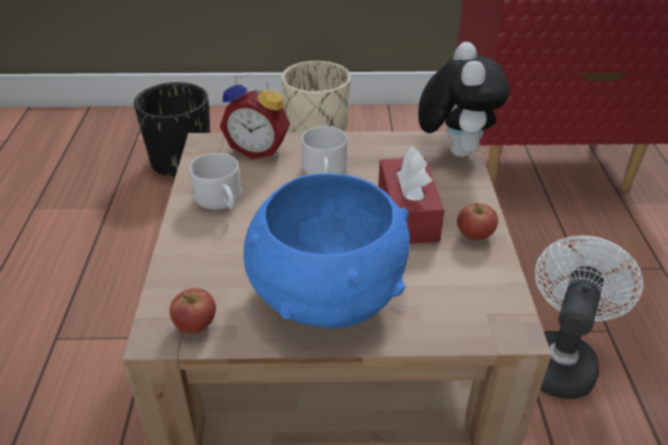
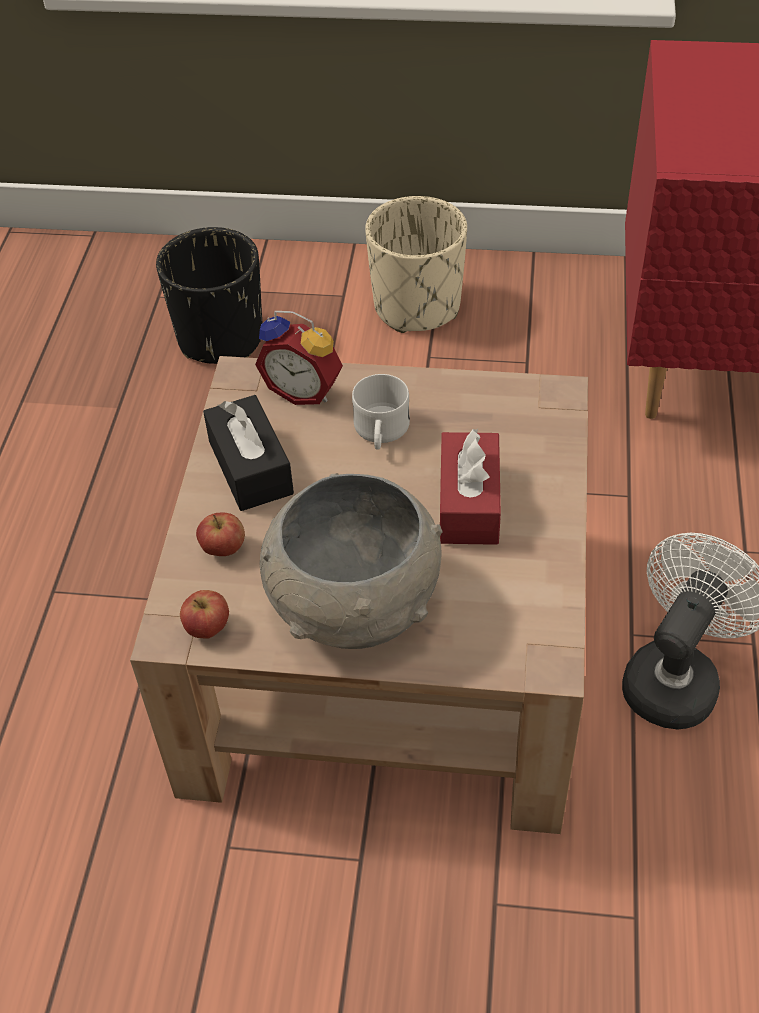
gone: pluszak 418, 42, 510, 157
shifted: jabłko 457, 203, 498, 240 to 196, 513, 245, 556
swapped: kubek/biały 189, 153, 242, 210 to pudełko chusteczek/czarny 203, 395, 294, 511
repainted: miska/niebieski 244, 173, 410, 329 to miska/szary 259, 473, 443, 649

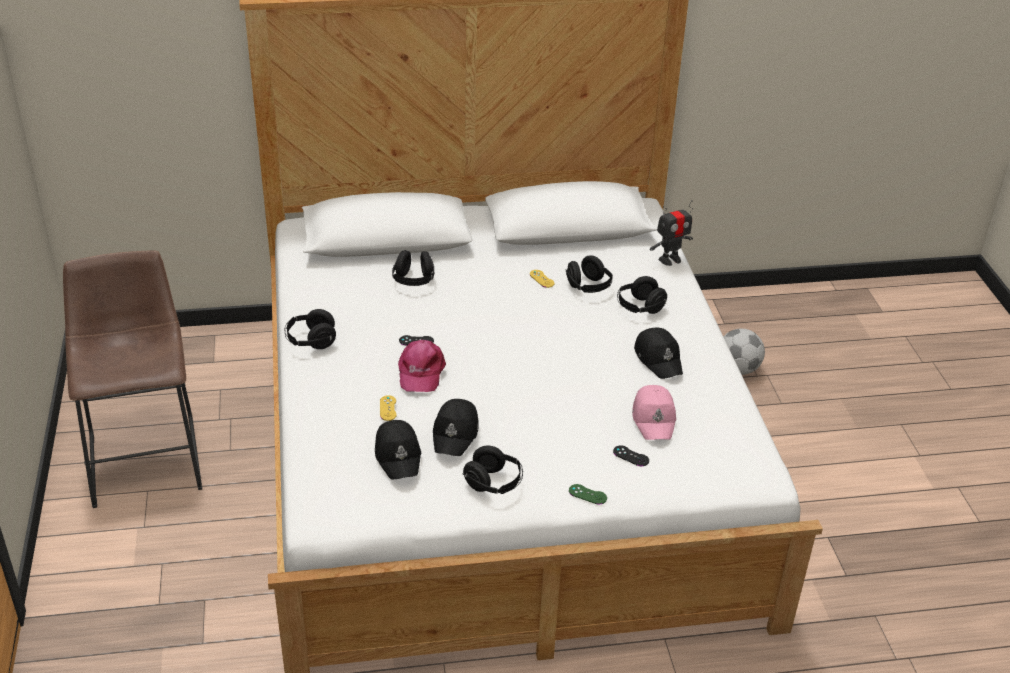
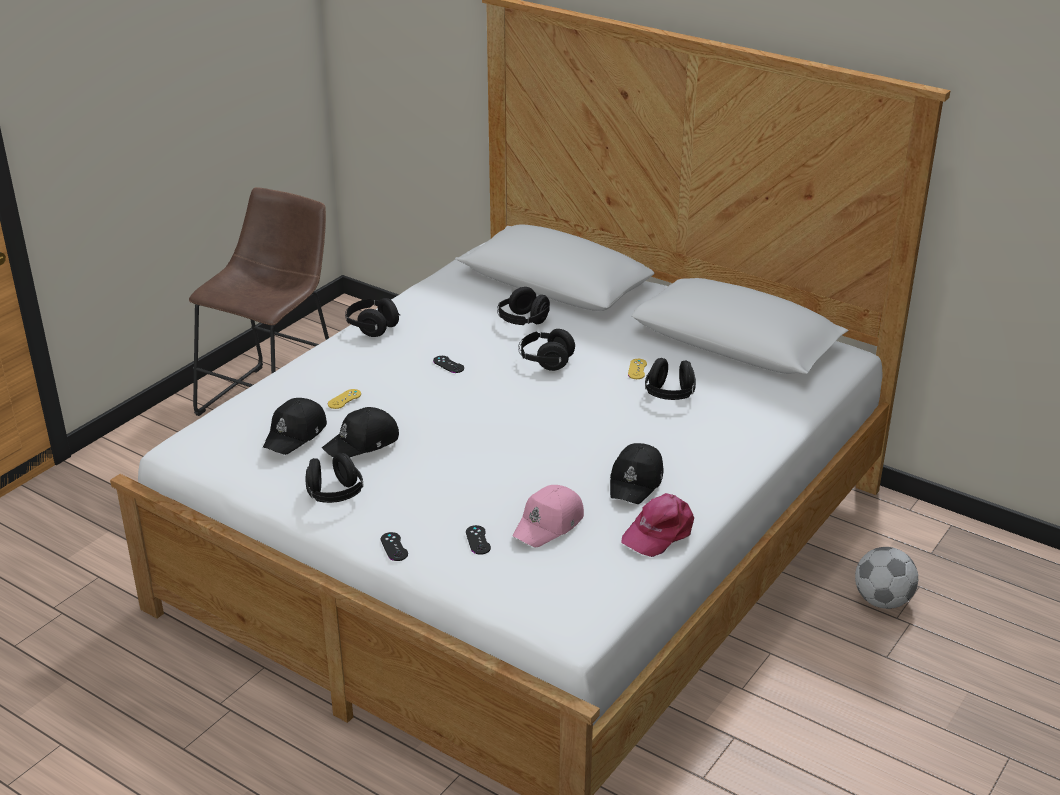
gone: robot zabawkowy 650, 200, 693, 266
shifted: czapka z daszkiem/różowy 398, 340, 446, 392 to 621, 493, 694, 557; słuchawki/czarny 617, 276, 667, 314 to 519, 329, 575, 371
repainted: pad do gier/zielony 569, 484, 607, 504 to pad do gier/czarny 381, 532, 408, 561

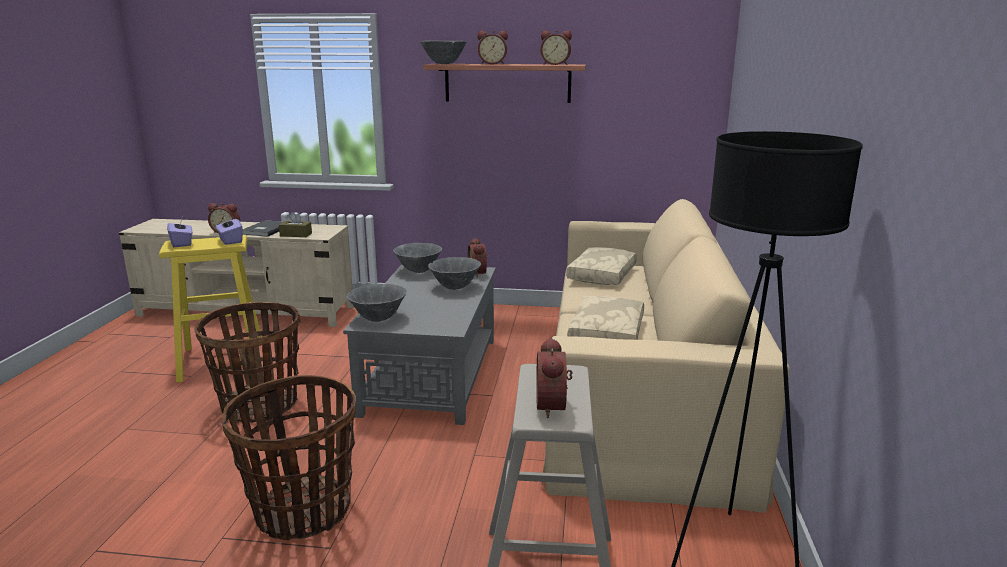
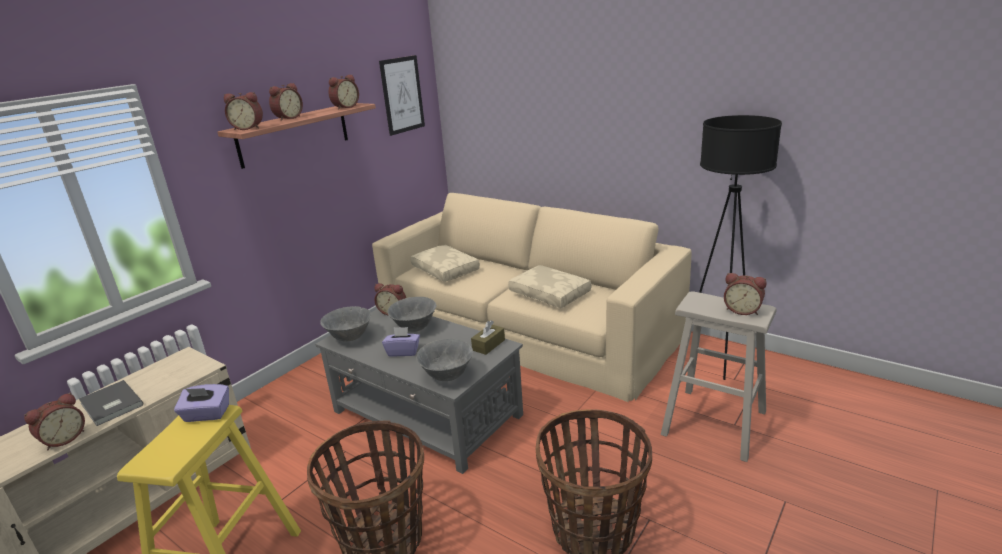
new: obraz 379, 55, 425, 136
shifted: pudełko chusteczek/fioletowy 167, 219, 193, 247 to 382, 327, 420, 357; pudełko chusteczek/brązowy 279, 212, 312, 237 to 471, 320, 505, 355
swapped: miska/szary 420, 40, 467, 64 to budzik 224, 92, 263, 130

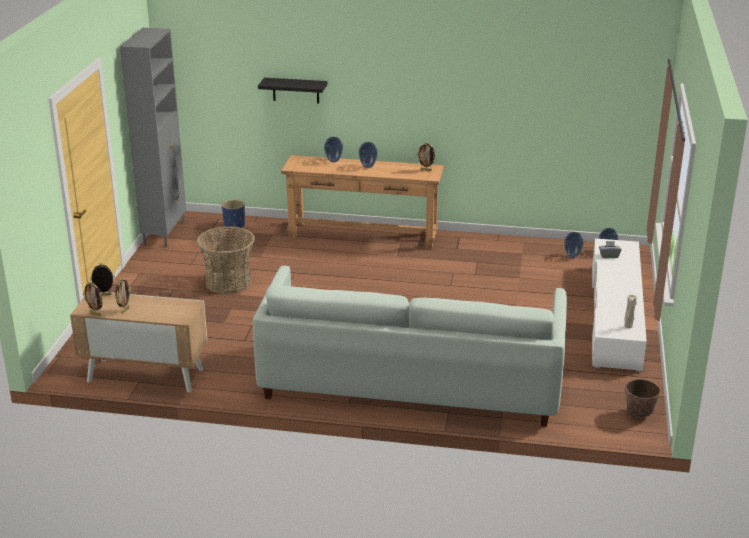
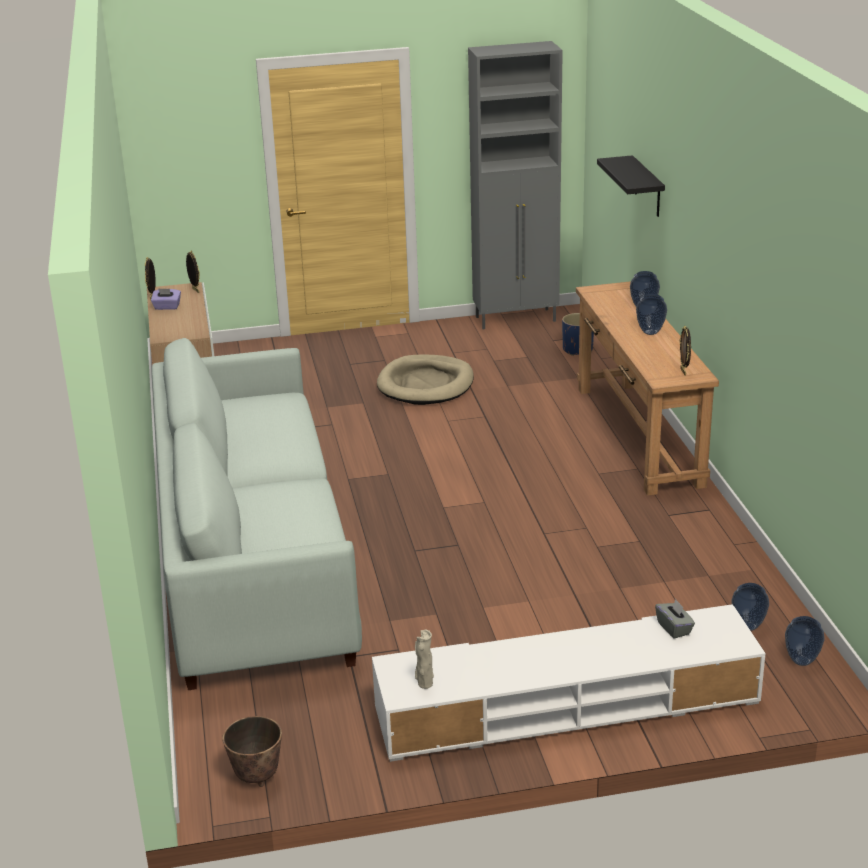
swapped: ramka na zdjęcie 115, 278, 131, 314 to pudełko chusteczek/fioletowy 151, 288, 181, 310; koszyk 196, 226, 255, 294 to legowisko/beżowy 377, 355, 474, 405

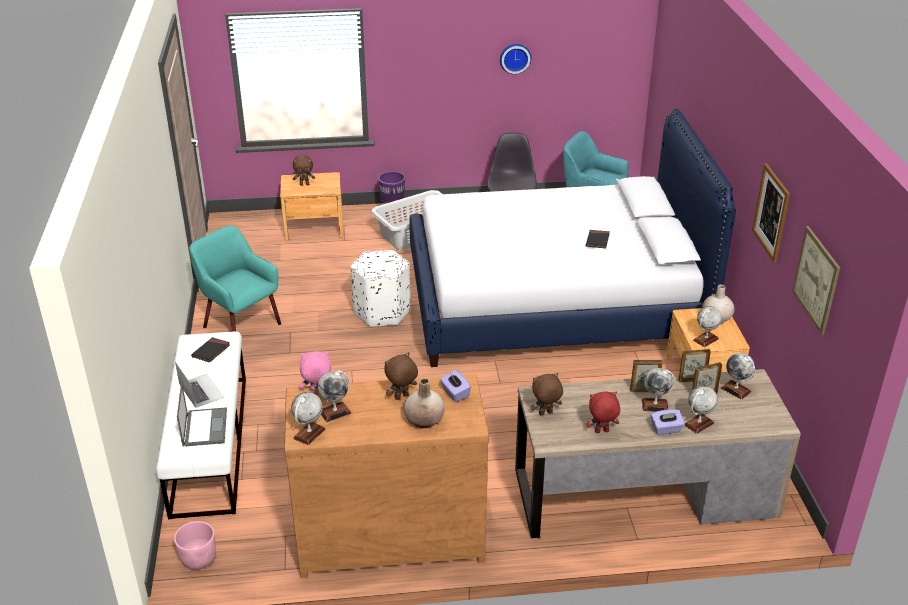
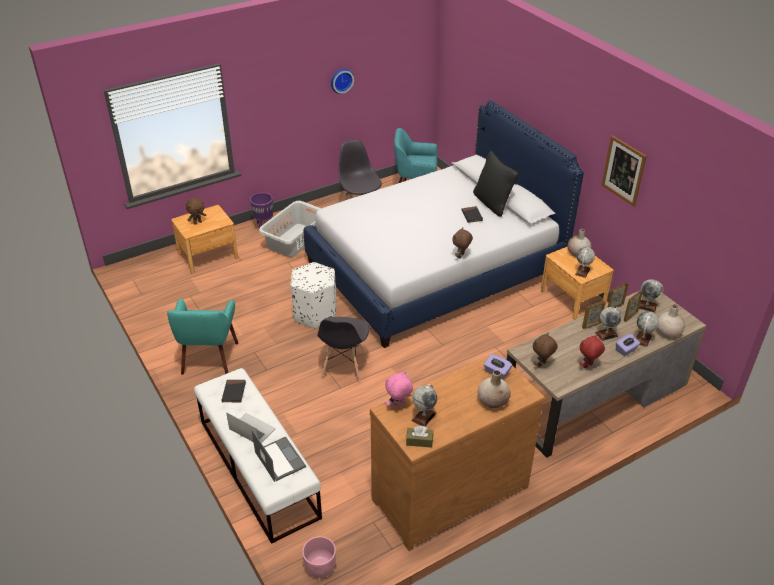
gone: obraz 792, 226, 840, 335
new: krzesło/szary 317, 317, 370, 383; poduszka/czarny 473, 151, 519, 217; wazon/beżowy 657, 304, 685, 338
shifted: pluszak/brązowy 384, 352, 418, 400 to 452, 228, 473, 259
swapped: globus 291, 392, 325, 445 to pudełko chusteczek/brązowy 406, 426, 433, 448
rotated: fotel/turkusowy 189, 226, 281, 332 = 167, 299, 239, 375 105 degrees counterclockwise

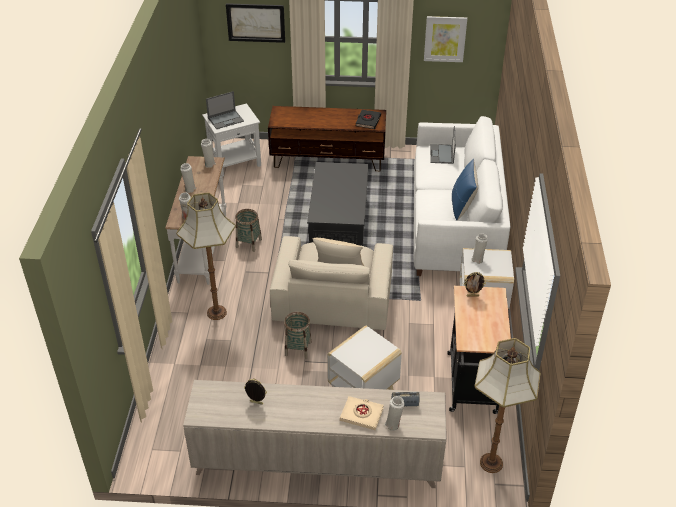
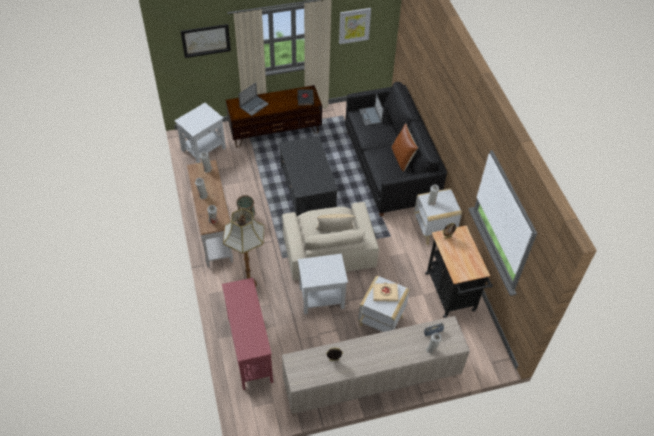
gone: lampa stojąca 474, 338, 541, 473
new: stolik konsolowy/czerwony 222, 278, 273, 390
shifted: laptop 206, 91, 244, 129 to 238, 83, 269, 116; książka/beżowy 340, 396, 384, 430 to 373, 282, 399, 302
swapped: koszyk 284, 312, 312, 359 to stolik/biały 298, 254, 348, 314
repainted: kanapa/biały 413, 116, 510, 276 to kanapa/czarny 345, 82, 447, 217; poduszka/niebieski 452, 158, 478, 220 to poduszka/brązowy 392, 123, 418, 172

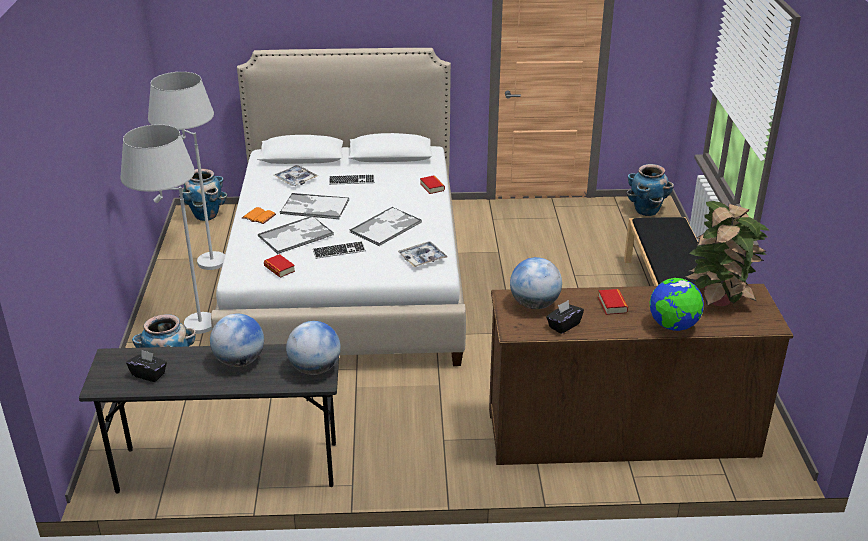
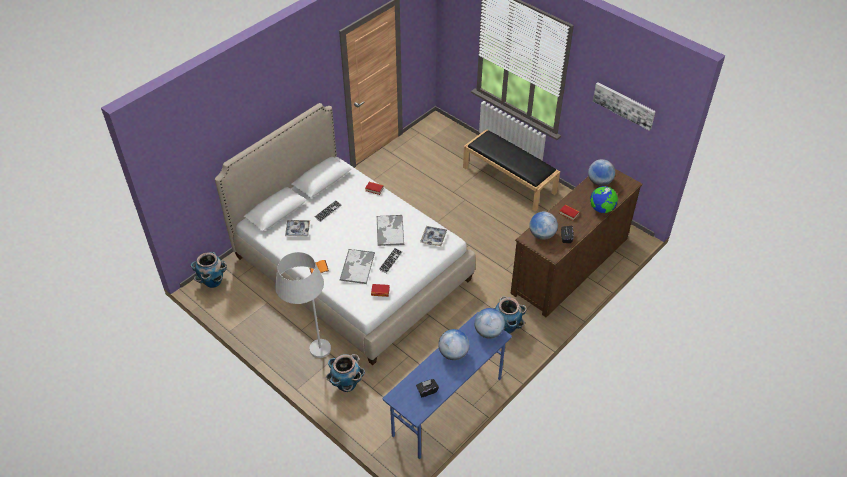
gone: lampa stojąca/biały 148, 72, 225, 270; taca 280, 193, 349, 219
new: obraz 593, 82, 656, 131
shifted: donica 626, 164, 674, 216 to 493, 296, 527, 333
swapped: roślina doniczkowa 685, 201, 770, 306 to globus 588, 159, 615, 186
repainted: biurko/szary 79, 344, 339, 493 to biurko/niebieski 383, 312, 512, 459

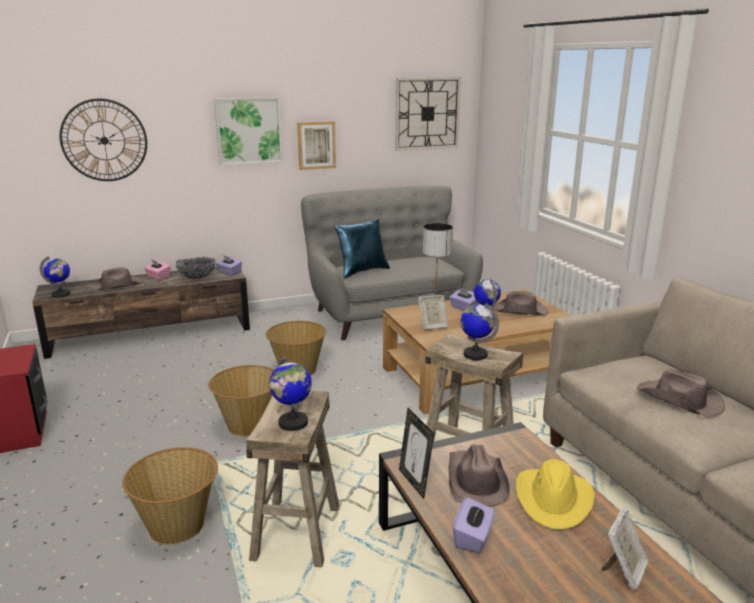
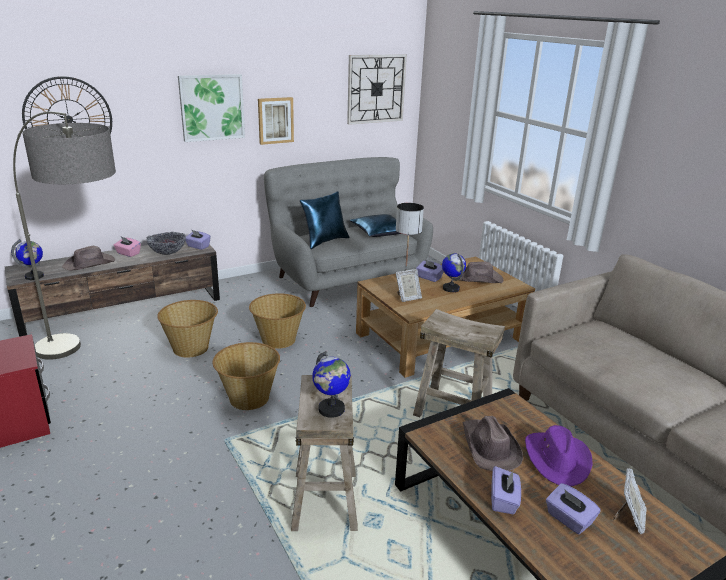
gone: ramka na zdjęcie 399, 408, 434, 499; globus 461, 303, 499, 360; kapelusz/brązowy 637, 369, 725, 418
new: lampa stojąca 13, 111, 116, 360; poduszka/niebieski 350, 214, 401, 237; pudełko chusteczek/fioletowy 546, 483, 601, 534
shifted: koszyk 122, 447, 218, 545 to 157, 300, 218, 358
repainted: kapelusz/żółty 516, 459, 595, 530 to kapelusz/fioletowy 525, 425, 592, 486

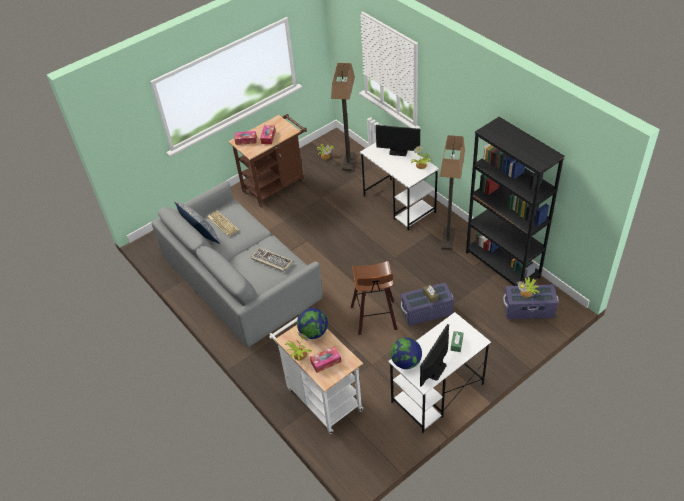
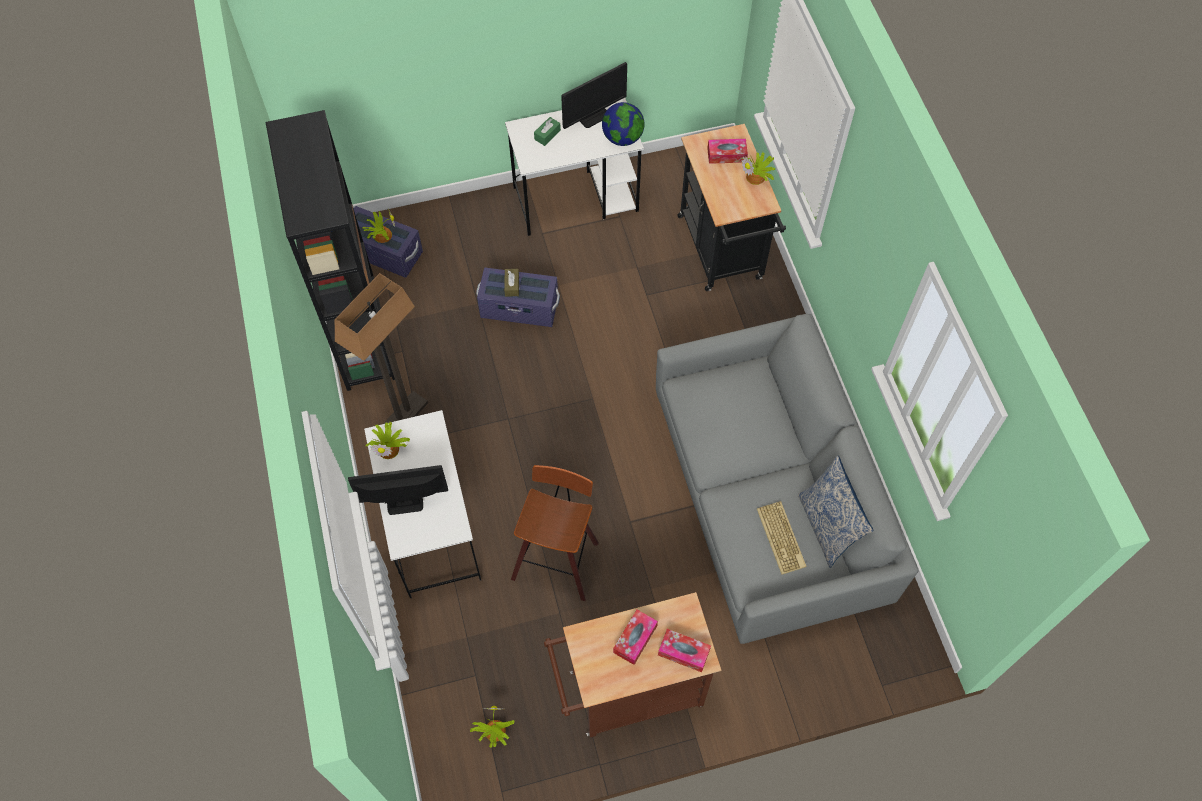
gone: klawiatura 251, 247, 293, 272; globus 297, 308, 328, 339; lampa stojąca 331, 63, 355, 171
shifted: stołek 351, 261, 397, 335 to 511, 465, 599, 601
repainted: wózek/biały 269, 317, 363, 434 to wózek/czarny 677, 124, 786, 291
rotated: monitor 376, 125, 420, 156 = 348, 465, 448, 515 45 degrees counterclockwise

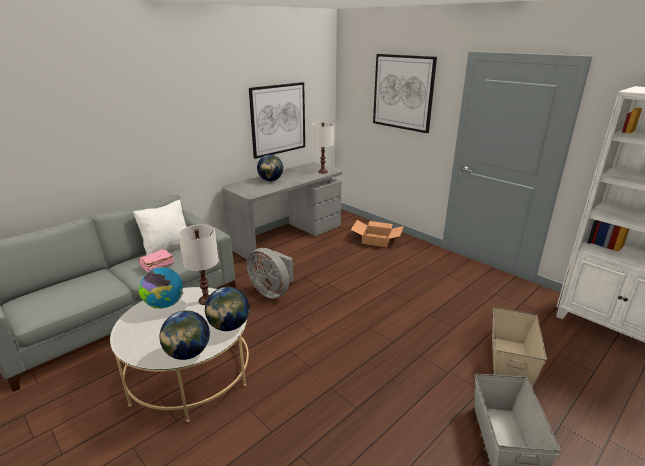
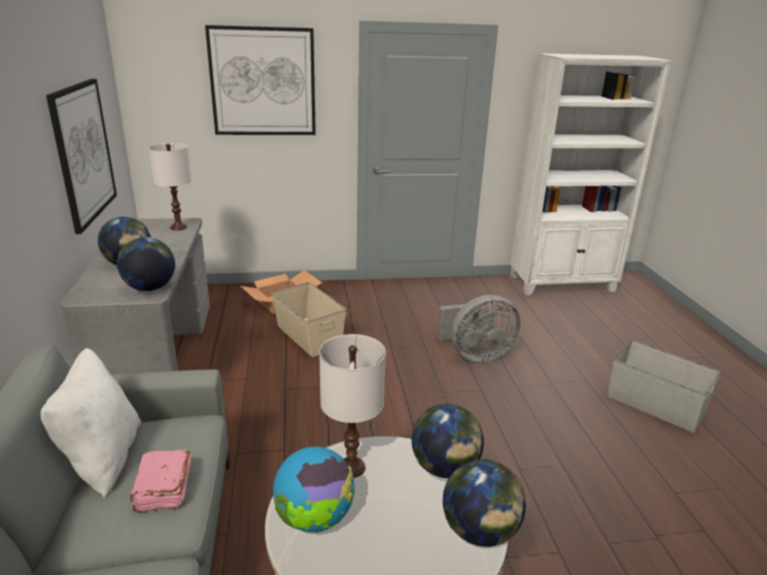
new: globus 117, 237, 175, 291
shifted: wentylator/szary 247, 248, 294, 298 to 437, 295, 521, 362; pojemnik do przechowywania/beżowy 492, 307, 547, 388 to 271, 282, 347, 357

